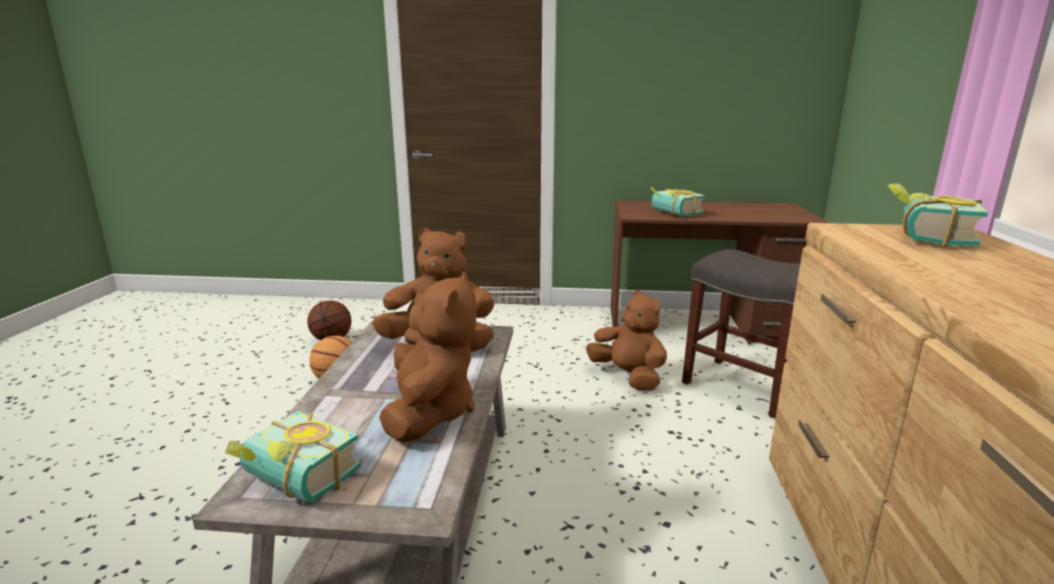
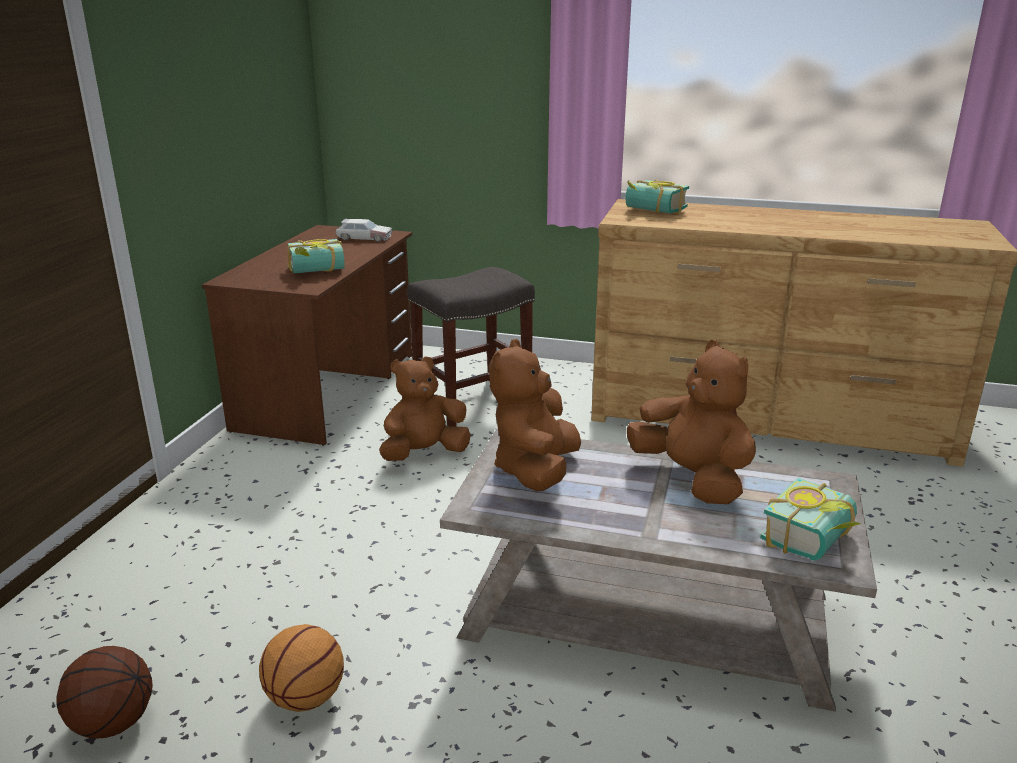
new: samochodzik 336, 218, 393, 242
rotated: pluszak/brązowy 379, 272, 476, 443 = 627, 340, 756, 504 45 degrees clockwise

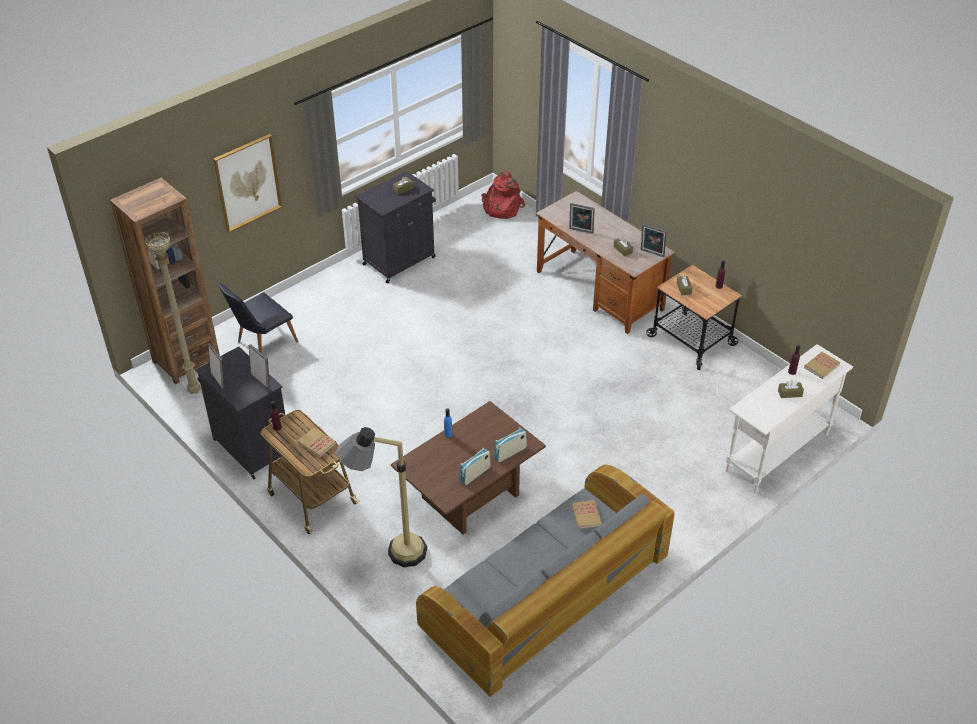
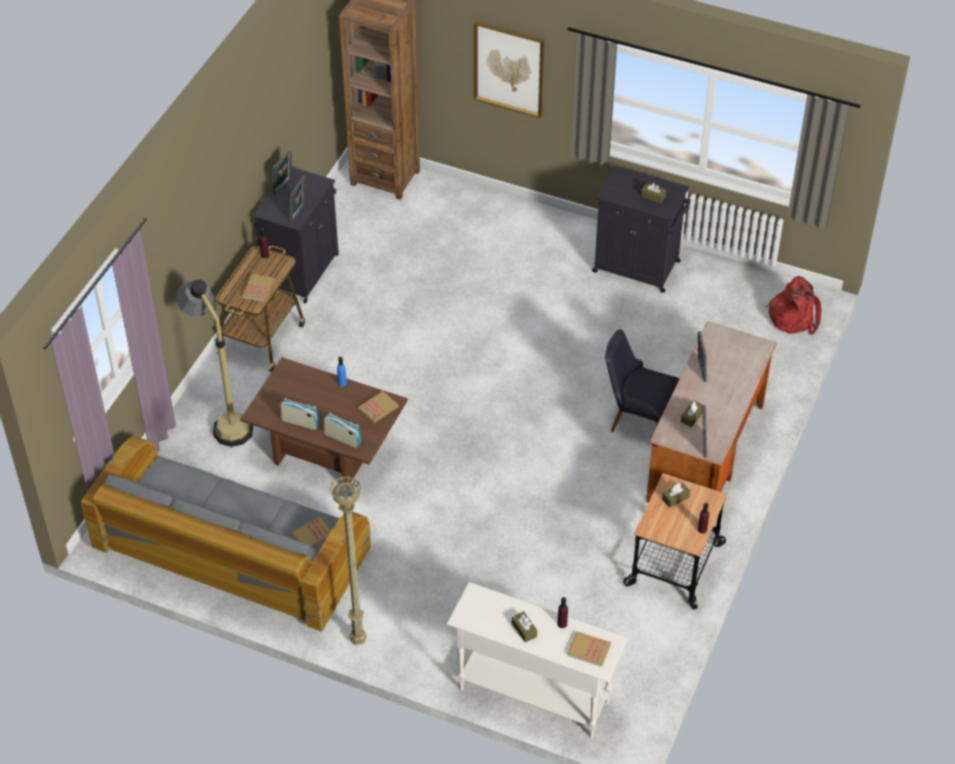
new: książka 358, 391, 399, 423
shifted: lampa stojąca/beżowy 145, 232, 201, 394 to 330, 476, 367, 645; krzesło/czarny 218, 283, 298, 353 to 605, 329, 679, 432

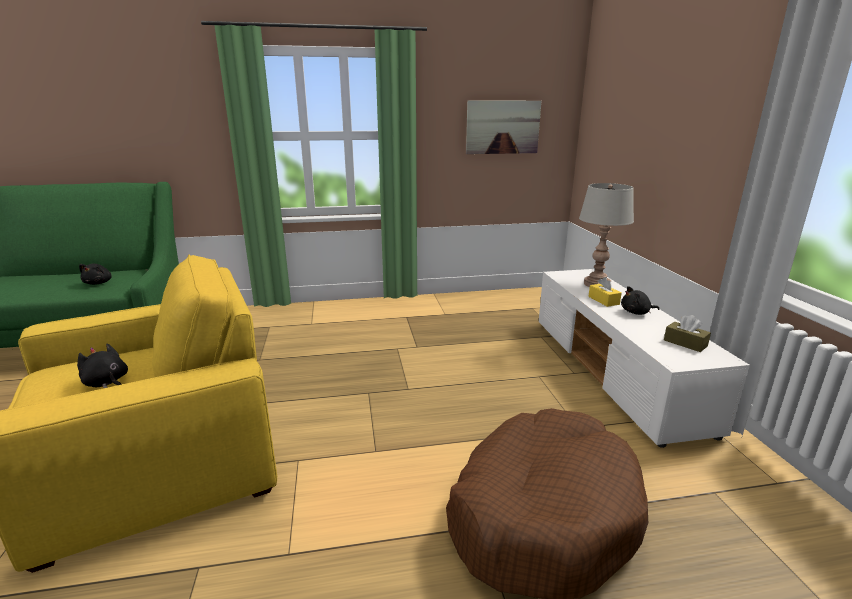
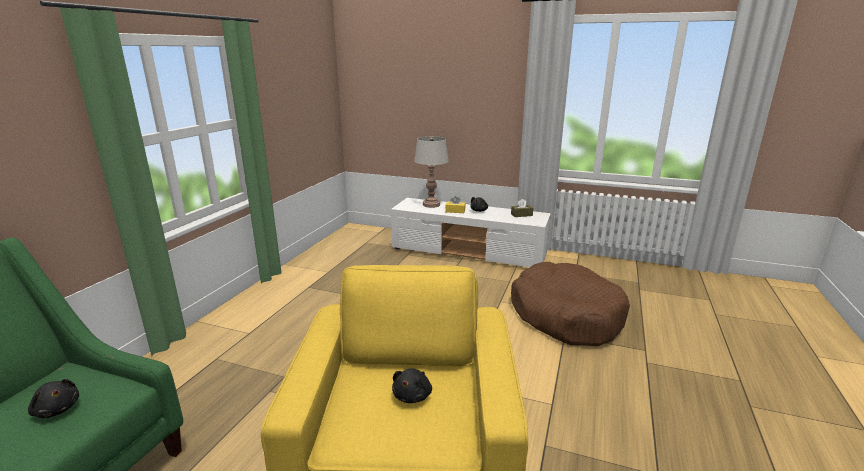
gone: obraz 466, 100, 541, 154
rotated: pluszak/czarny 77, 344, 128, 388 = 392, 368, 432, 403 45 degrees counterclockwise

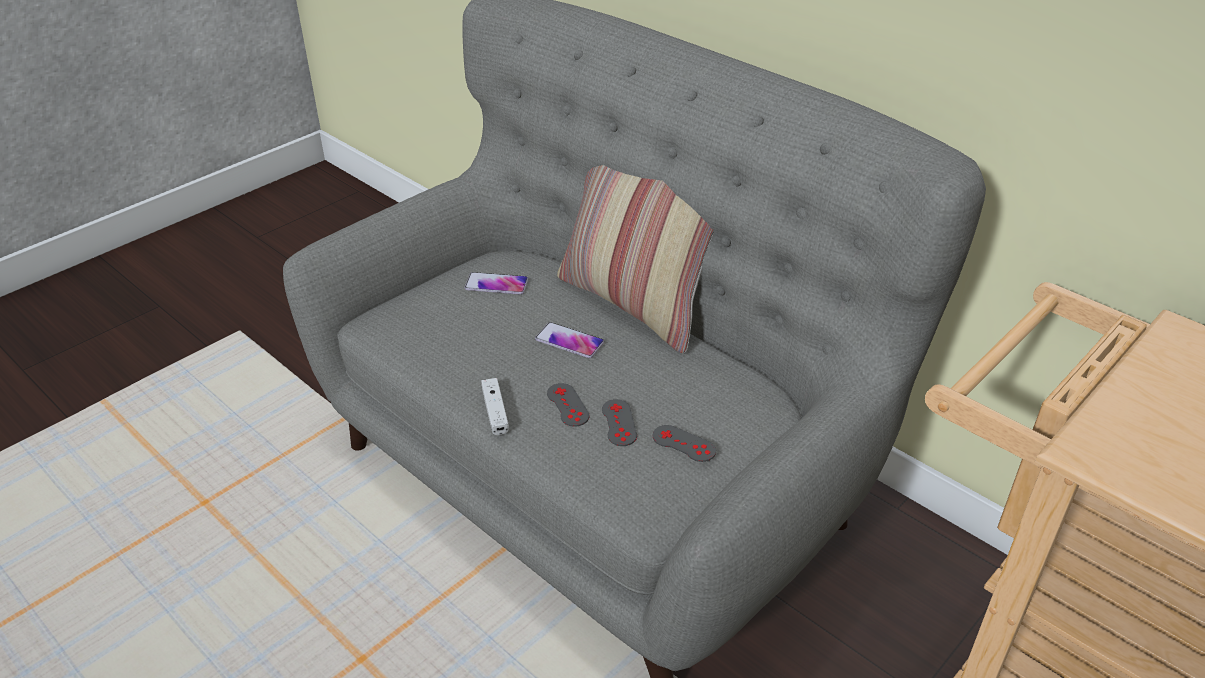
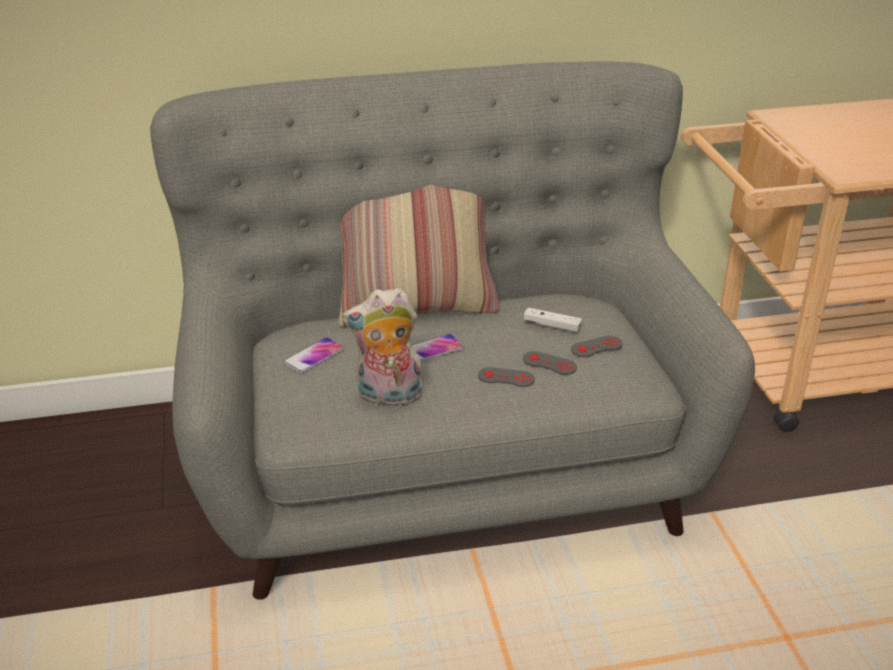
new: pluszak 342, 288, 423, 406
shifted: pad do gier/biały 481, 378, 509, 435 to 524, 308, 582, 333

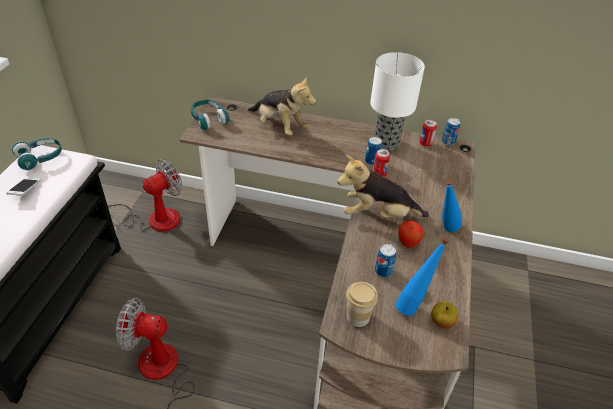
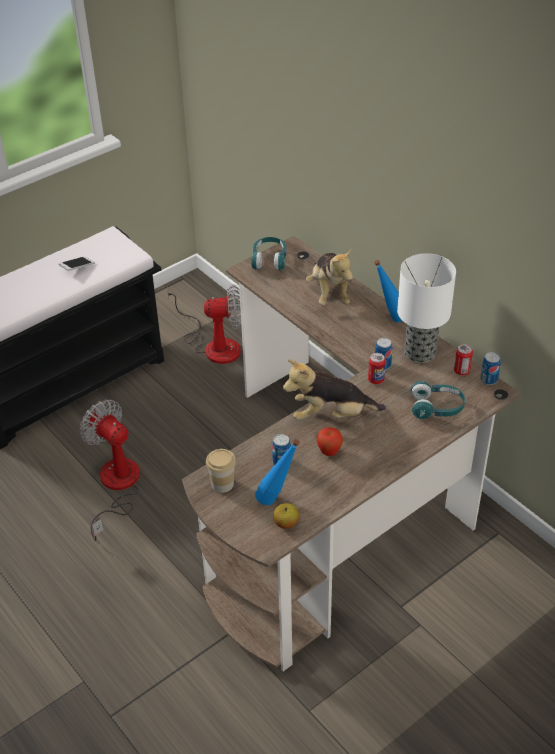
shifted: słuchawki/turkusowy 12, 138, 62, 170 to 411, 381, 465, 419; butelka/niebieski 442, 179, 462, 232 to 374, 260, 402, 322
rotated: pluszak 337, 155, 429, 218 = 283, 360, 386, 420 45 degrees counterclockwise

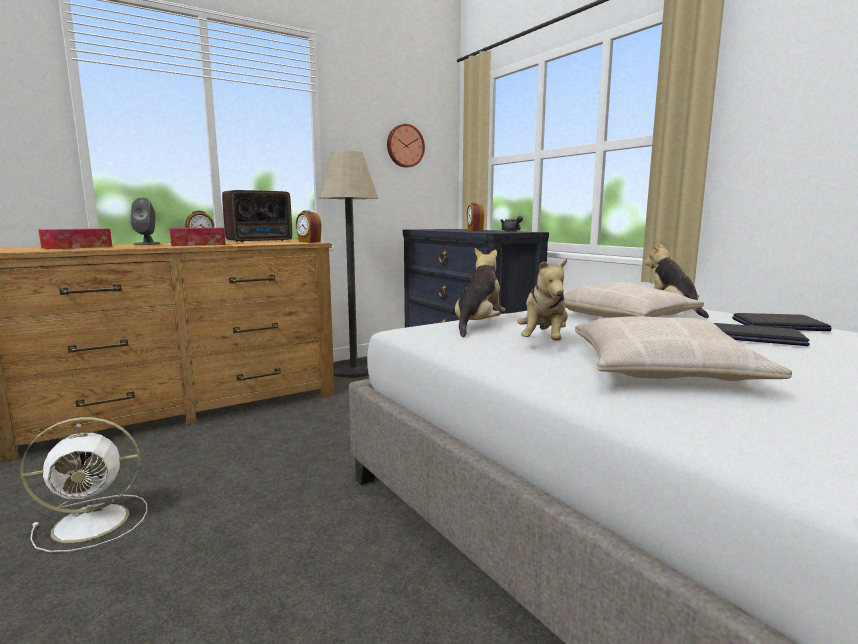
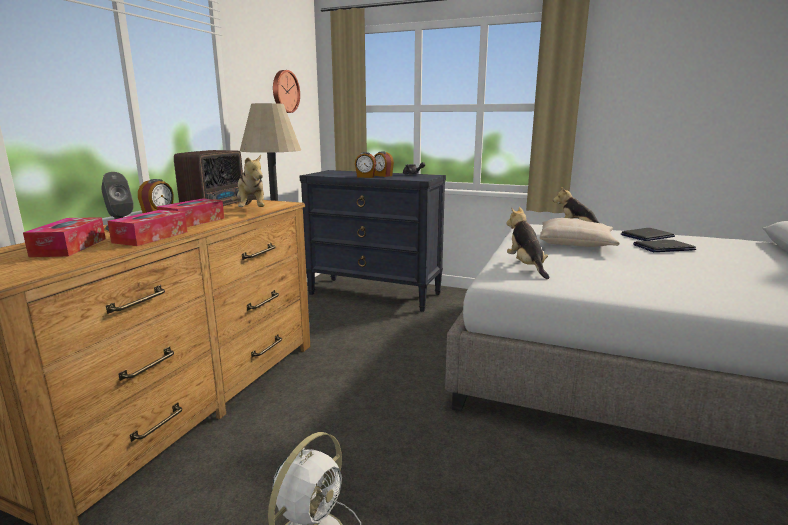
gone: poduszka/beżowy 575, 316, 792, 381
new: pudełko chusteczek 107, 210, 188, 246
shifted: budzik 296, 211, 322, 243 to 355, 152, 376, 178; pluszak 517, 258, 568, 341 to 231, 155, 264, 207

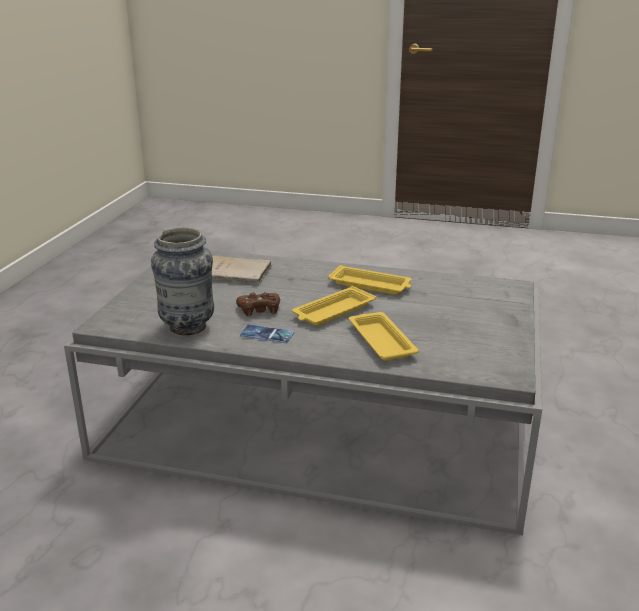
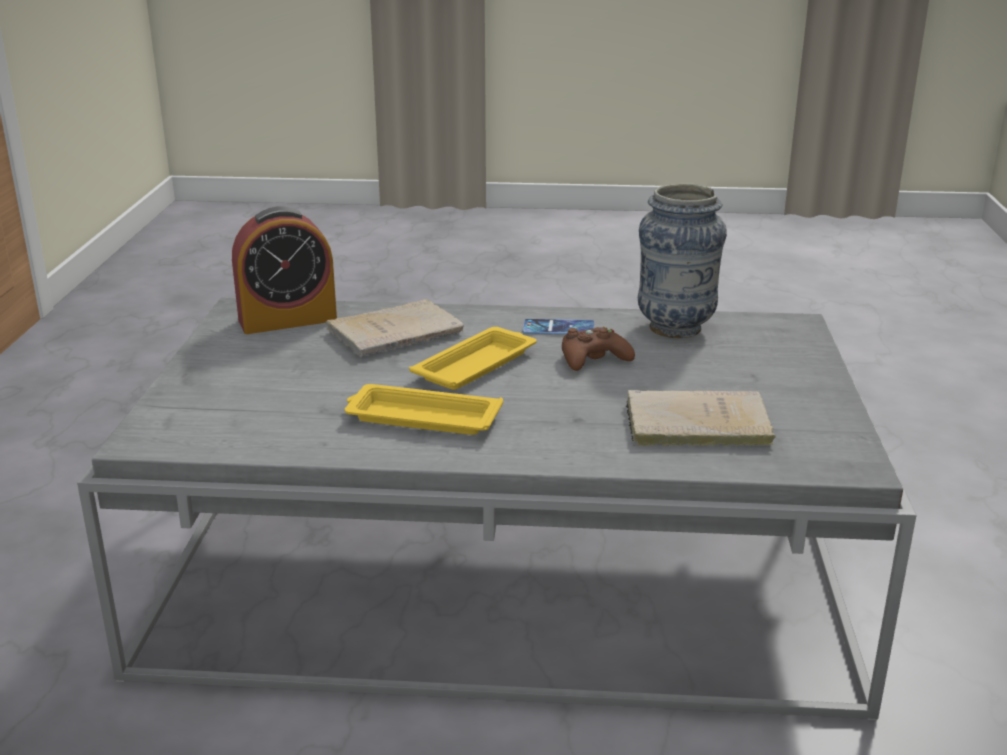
new: budzik 232, 206, 337, 334
swapped: taca/żółty 349, 312, 419, 361 to książka/beżowy 326, 299, 464, 357

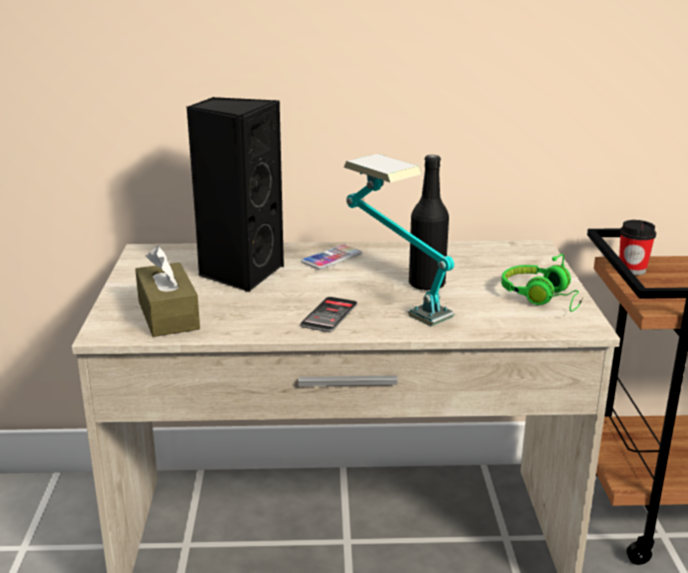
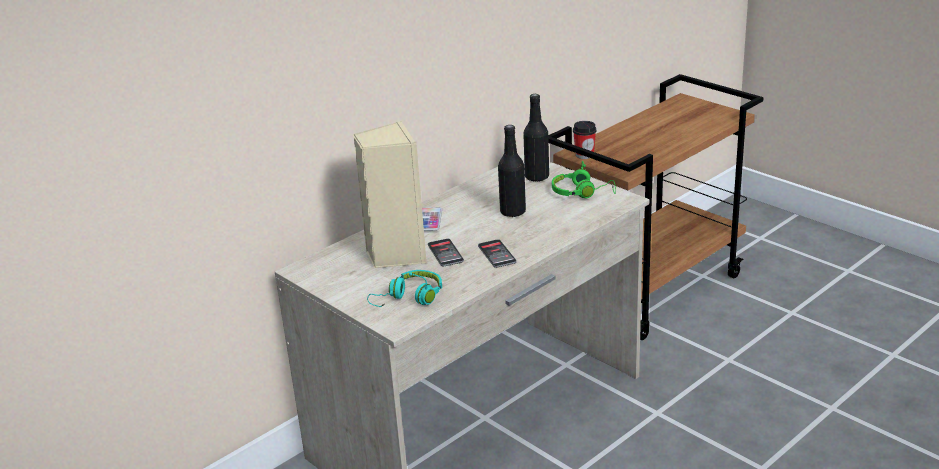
gone: lampa stołowa 344, 154, 455, 326
new: telefon 428, 239, 464, 267; butelka/czarny 523, 94, 549, 182
swapped: pudełko chusteczek/brązowy 135, 246, 200, 337 to słuchawki/turkusowy 367, 270, 442, 307
repainted: głośnik/czarny 186, 97, 284, 292 to głośnik/beżowy 353, 121, 427, 268

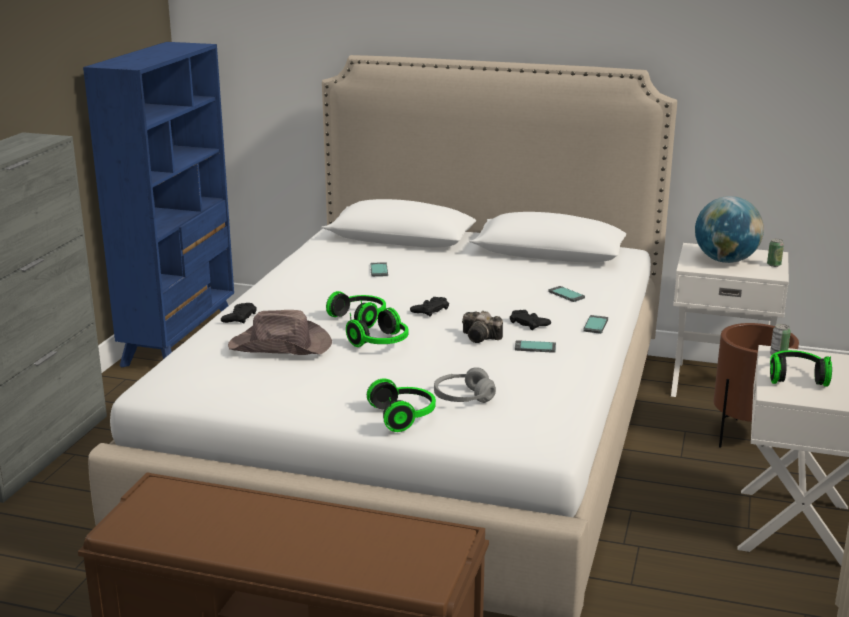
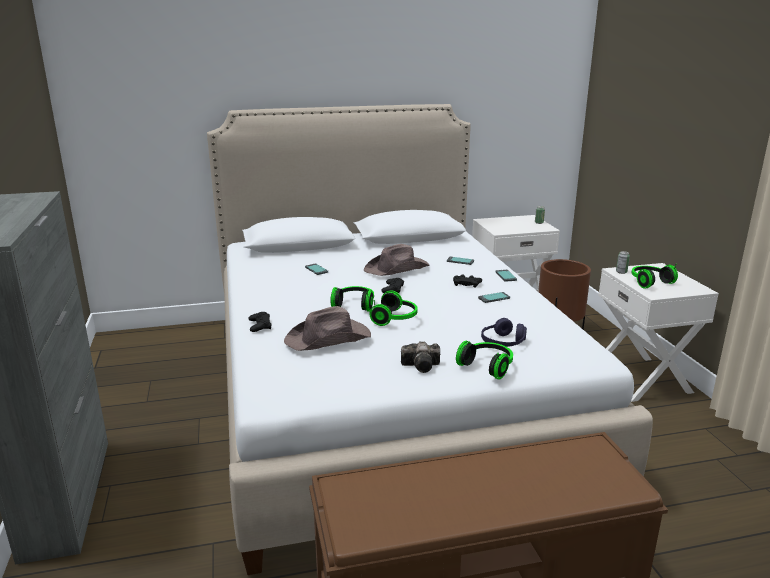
gone: regał/niebieski 83, 42, 234, 368; globus 695, 196, 764, 263
new: kapelusz/brązowy 364, 244, 430, 276
shifted: aparat fotograficzny 462, 311, 503, 343 to 401, 341, 440, 373
repainted: słuchawki/szary 434, 367, 496, 403 to słuchawki/fioletowy 481, 318, 527, 347

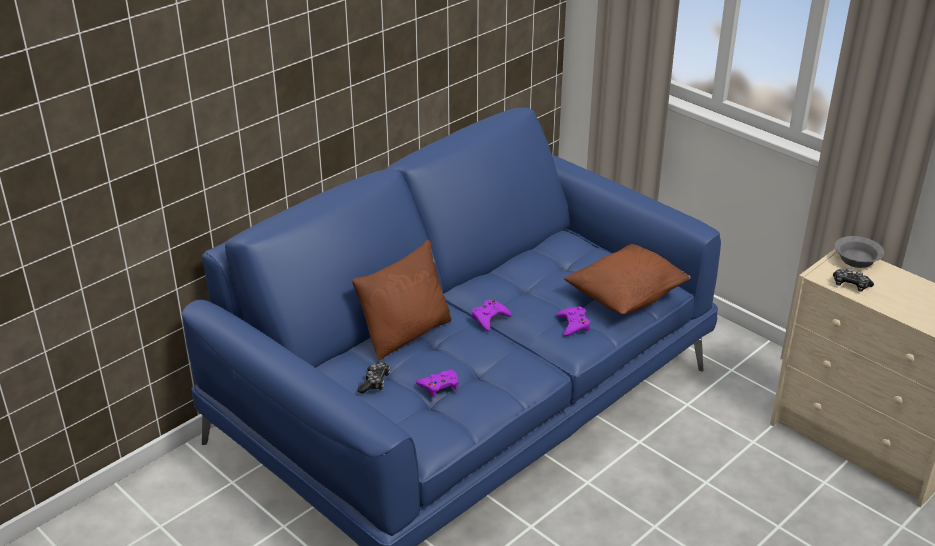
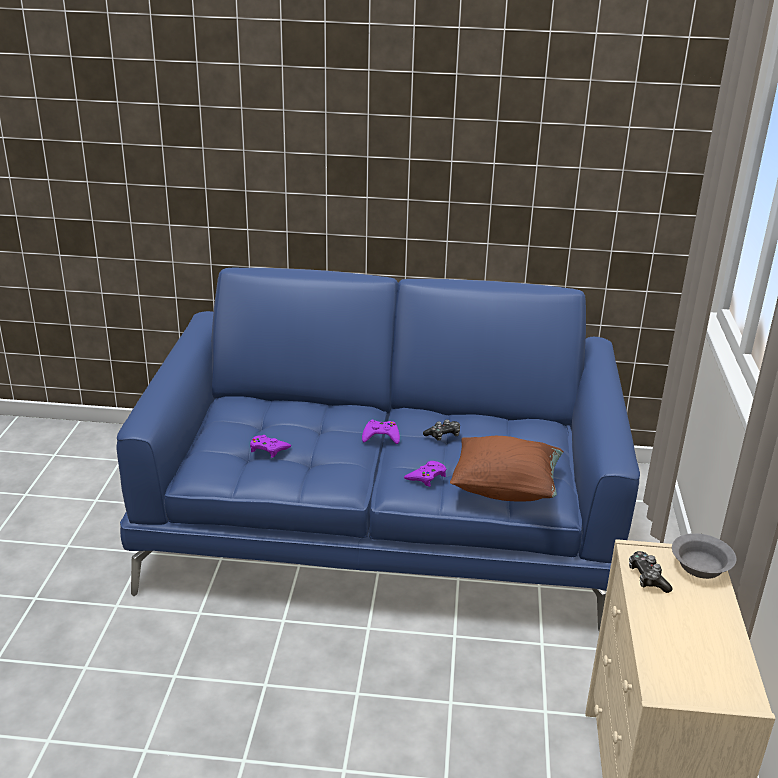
gone: poduszka/brązowy 352, 240, 452, 360
shifted: pad do gier 358, 361, 390, 394 to 423, 419, 460, 441

